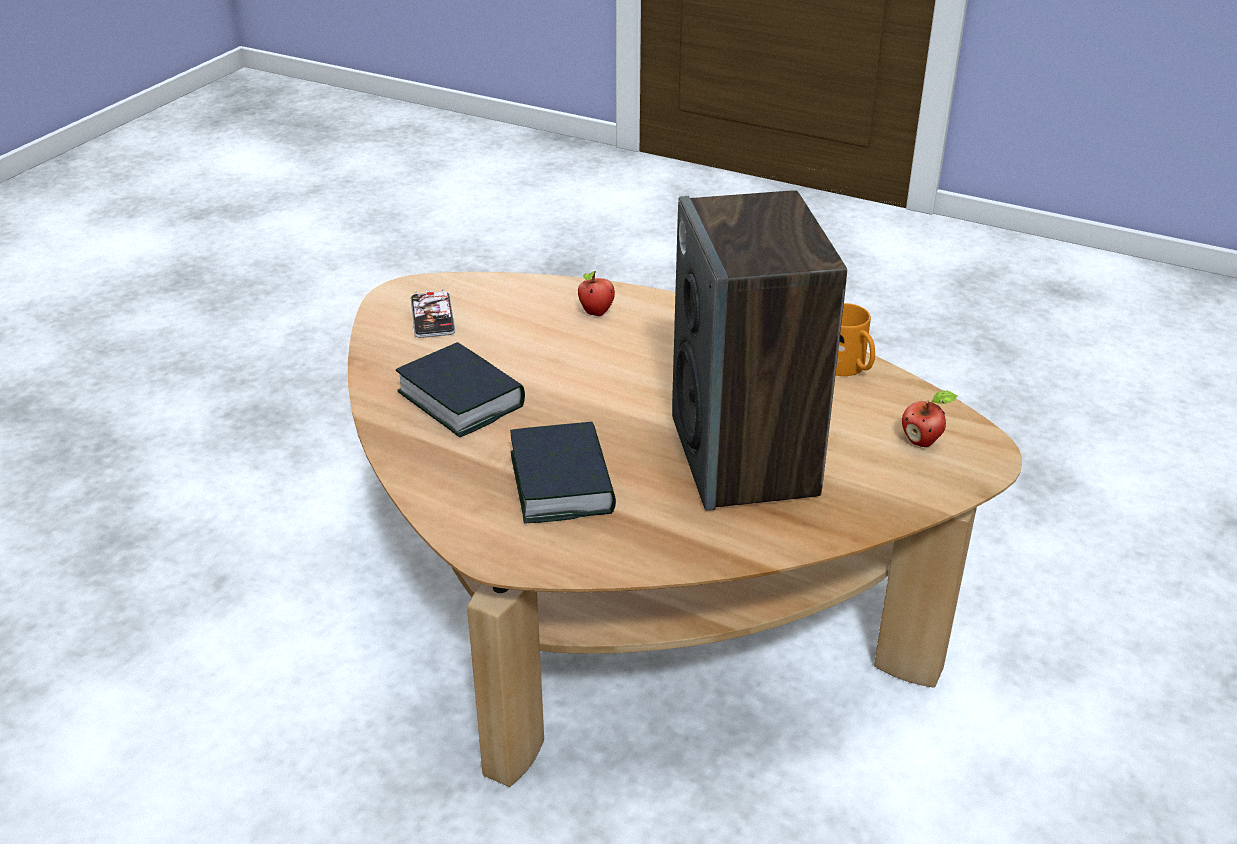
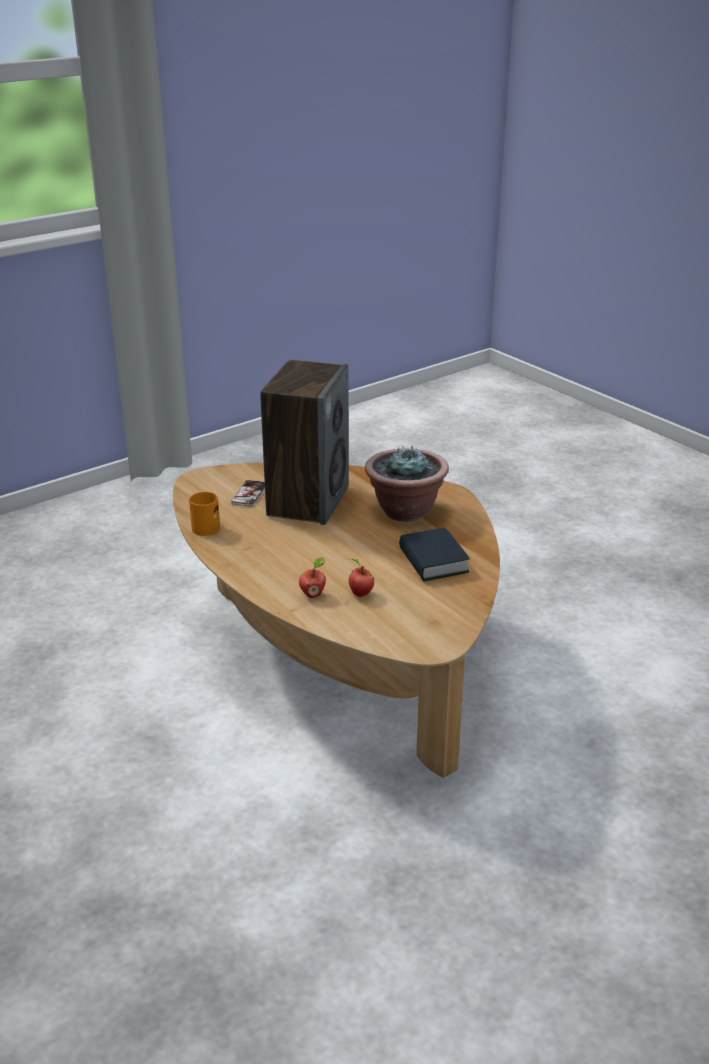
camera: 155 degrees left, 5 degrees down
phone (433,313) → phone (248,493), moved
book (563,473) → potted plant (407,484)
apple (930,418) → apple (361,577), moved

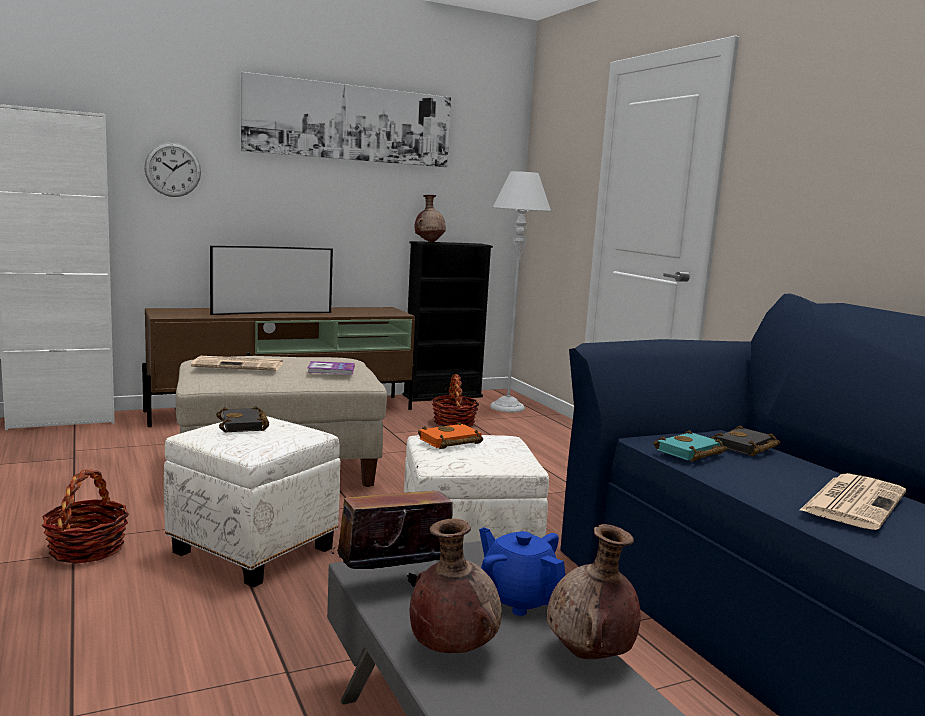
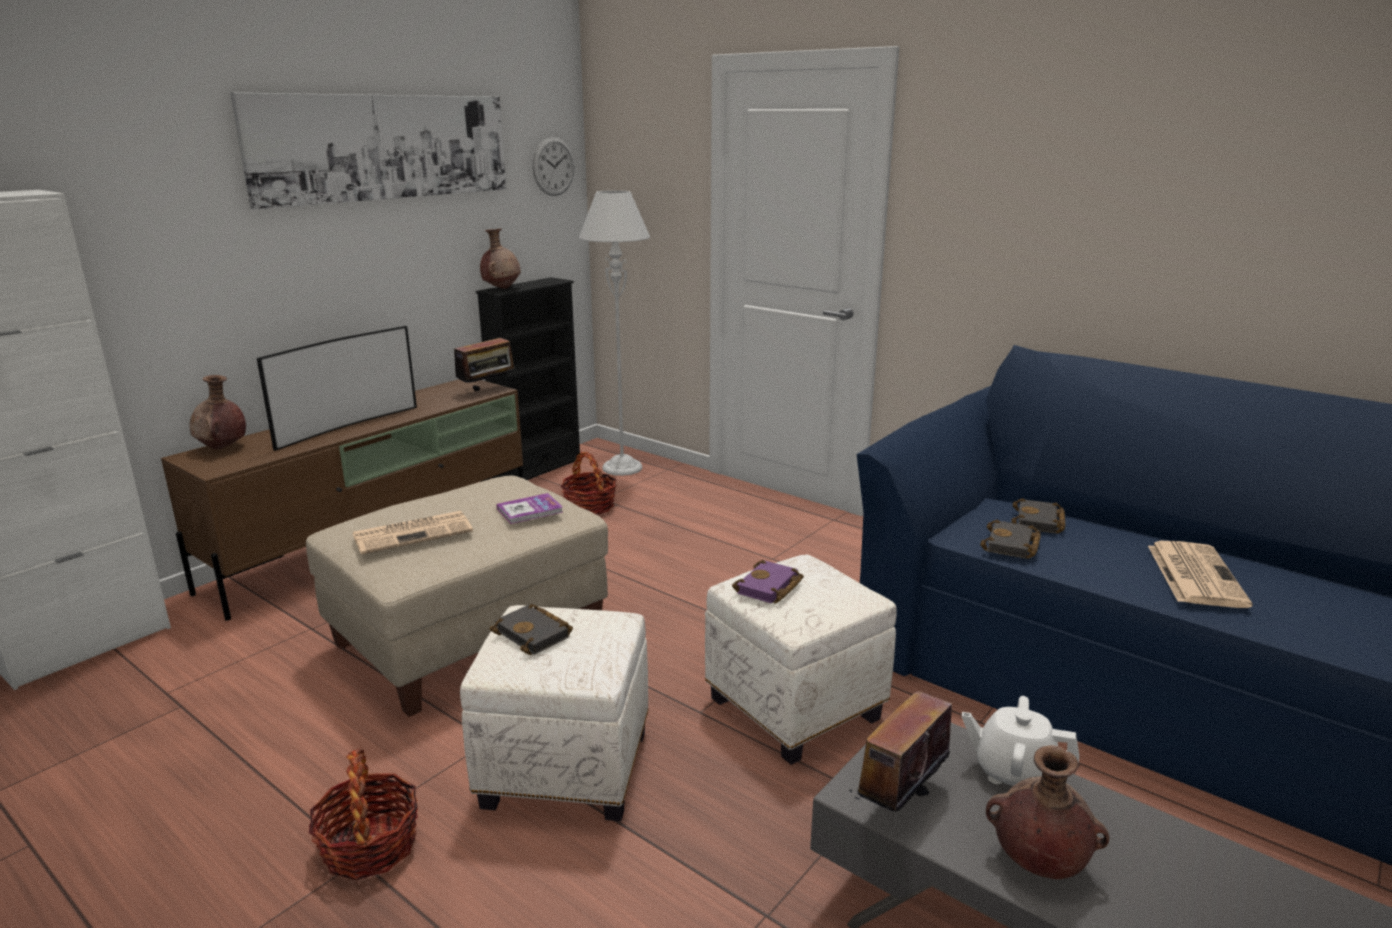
camera: 25 degrees left, 10 degrees up
wall clock (172,169) → wall clock (553,166), moved
orange book (450,435) → purple book (768,581)
blue teapot (522,571) → white teapot (1020,741)
brown vase (594,591) → brown vase (218,412), moved
turquoise book (690,446) → black book (1010,539)
- → radio (486,362)

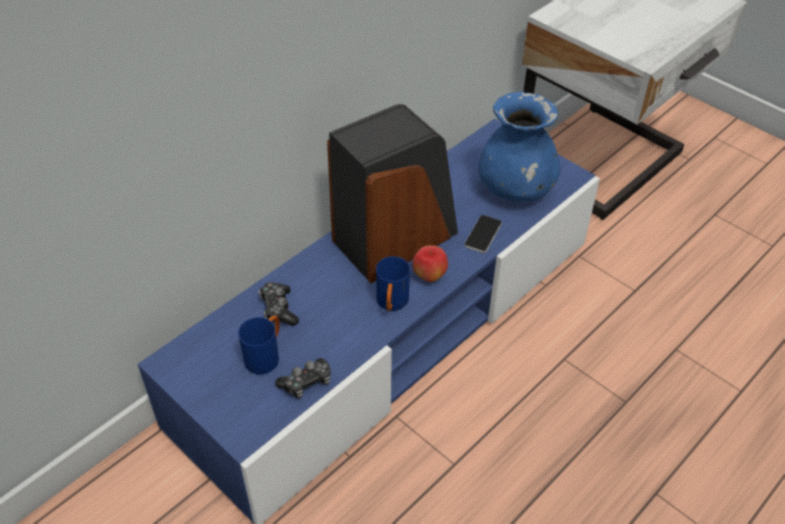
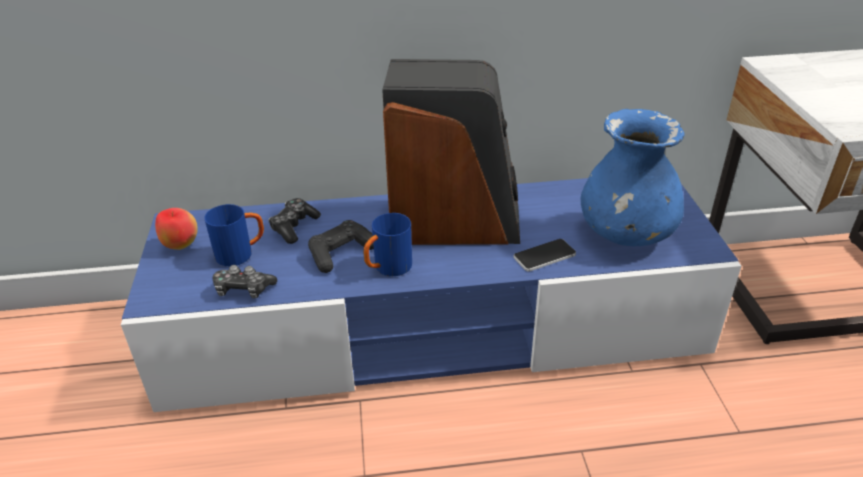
camera: 40 degrees right, 10 degrees down
apple (430,263) → apple (176,229), moved
- → black game controller (341,246)

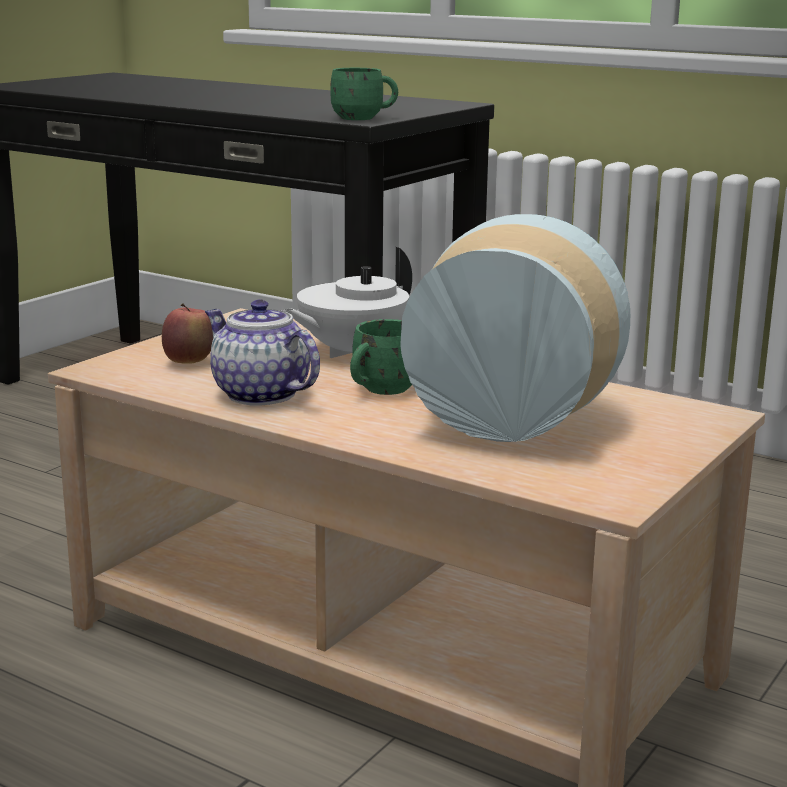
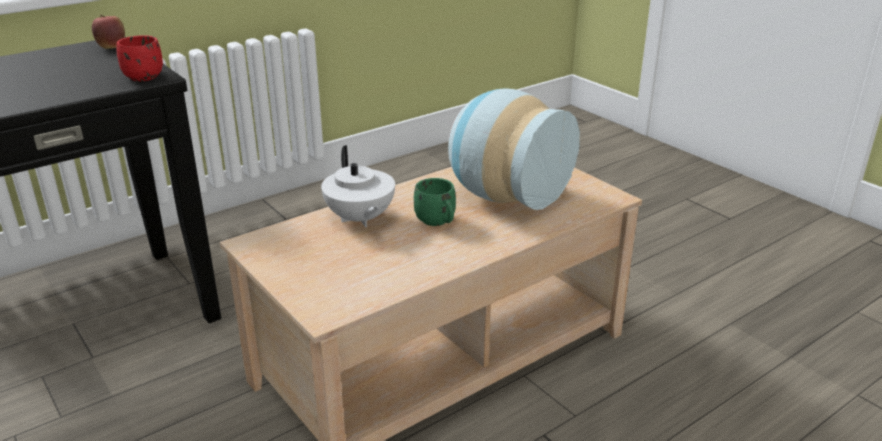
camera: 70 degrees left, 10 degrees up
apple (187,334) → apple (108,32), moved
teapot (262,352) → -
green mug (364,94) → red mug (139,58)

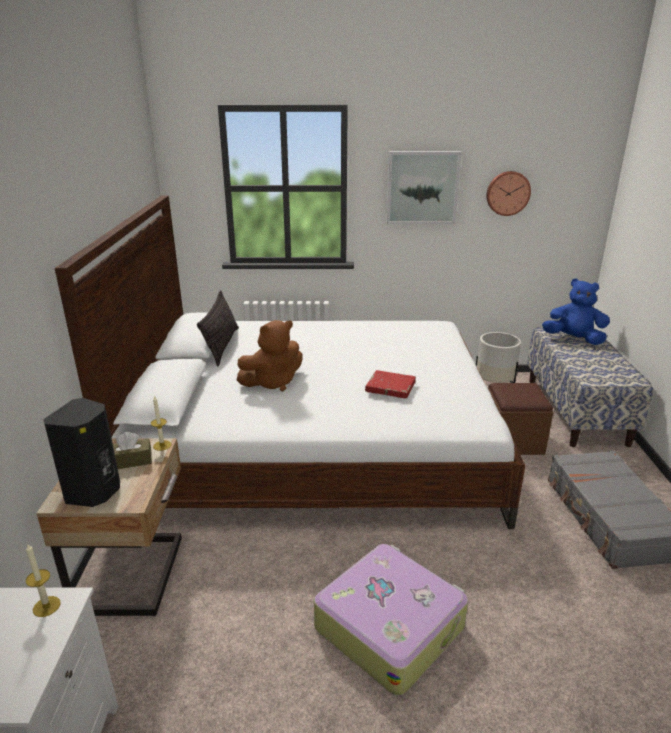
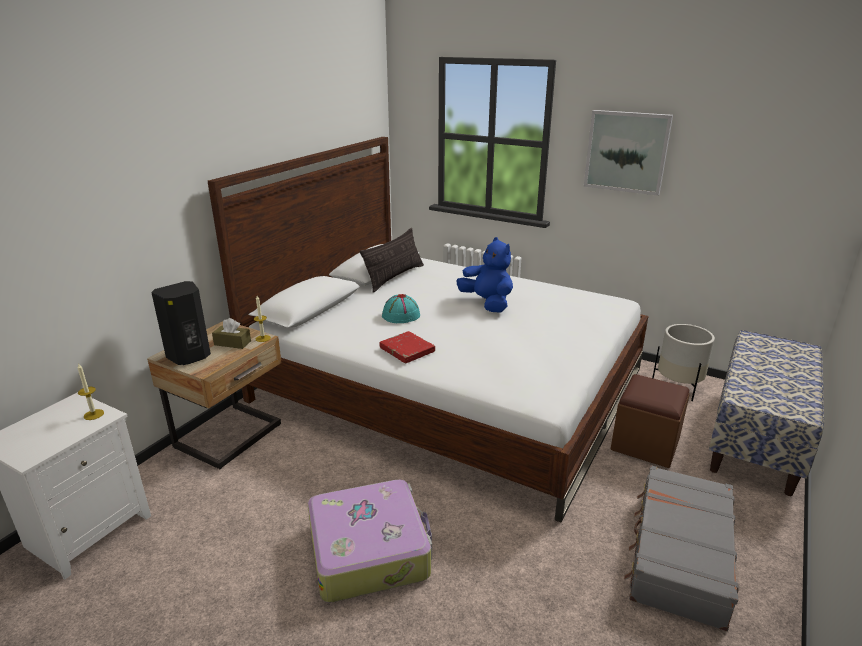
camera: 30 degrees right, 0 degrees up
brown plush toy (269,355) → turquoise hat (401,308)
red book (390,384) → red book (407,347), moved
wall clock (508,193) → -
blue plush toy (576,311) → blue plush toy (484,275), moved

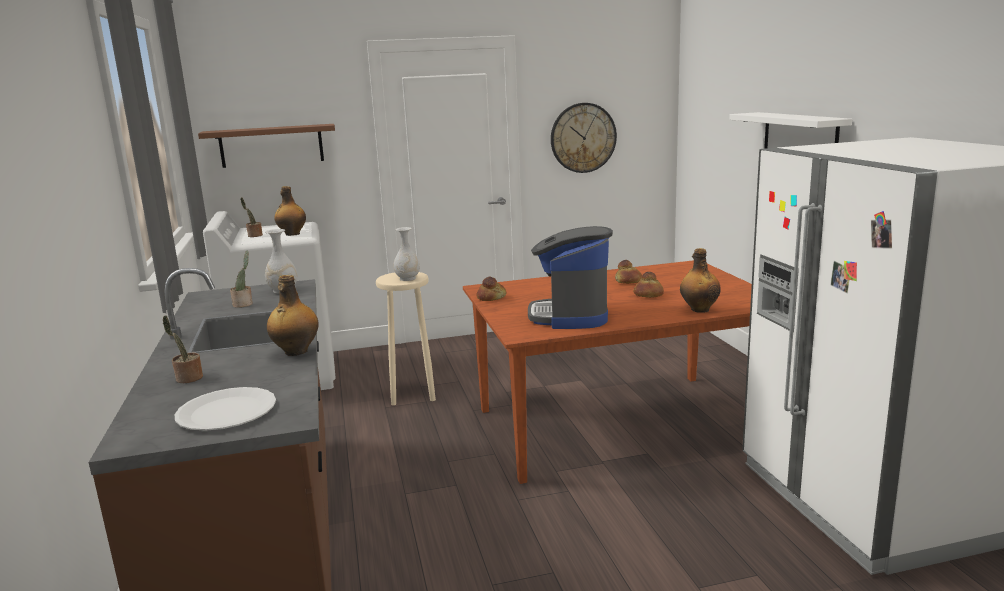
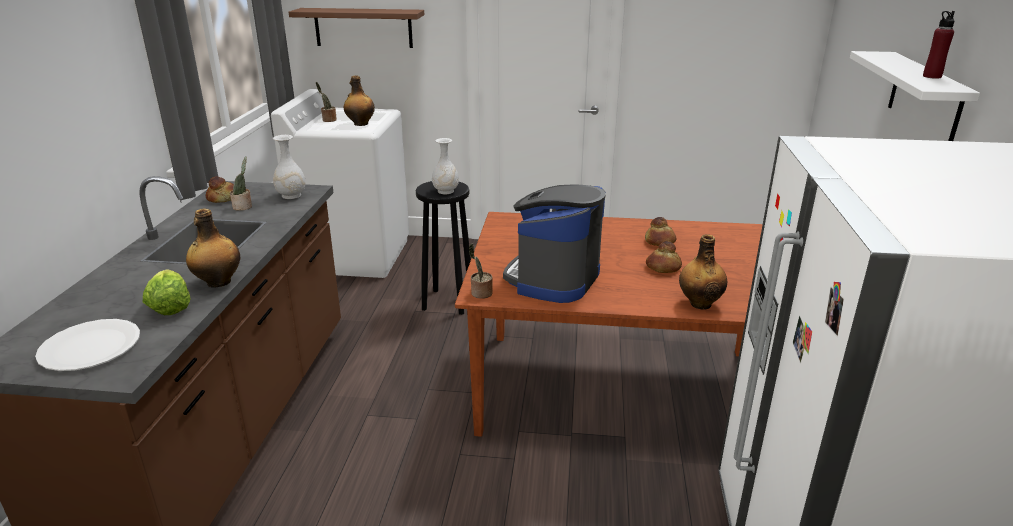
camera: 20 degrees right, 10 degrees up
potted plant (183,349) → potted plant (481,271), moved
beige stool (406,338) → black stool (443,248)
bread (491,289) → bread (220,189), moved
wall clock (584,138) → -
- → lettuce (167,292)
- → red bottle (939,45)

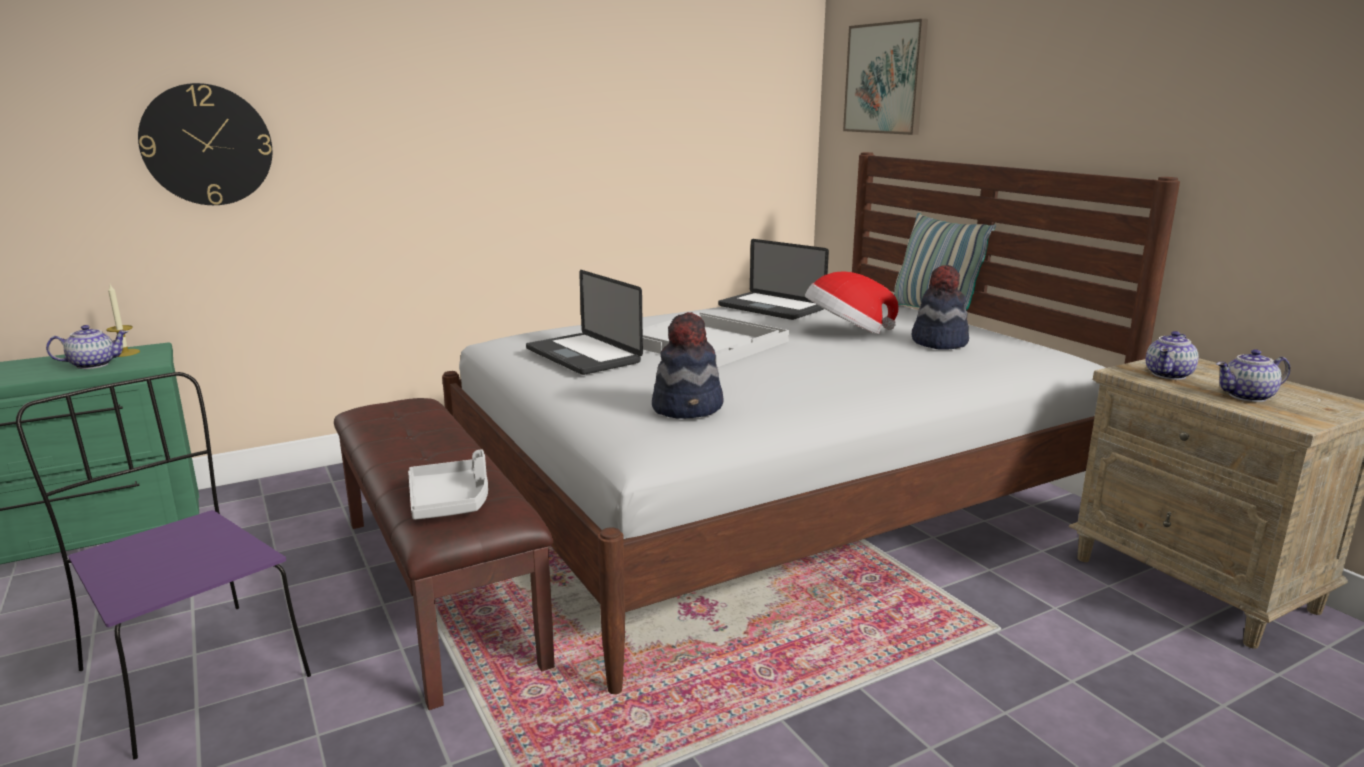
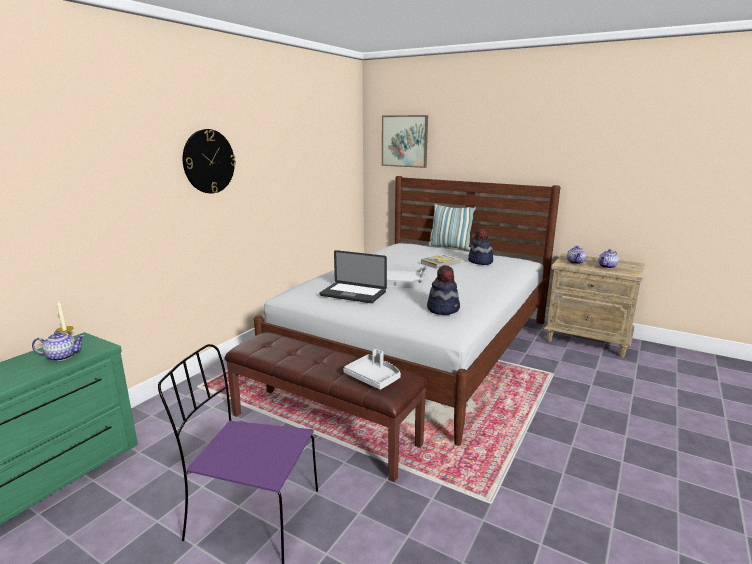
camera: 30 degrees left, 0 degrees up
teapot (87,347) → teapot (58,346), 45 degrees clockwise
wall clock (205,144) → wall clock (209,161), moved
laptop (773,279) → -
hat (852,302) → book (441,261)

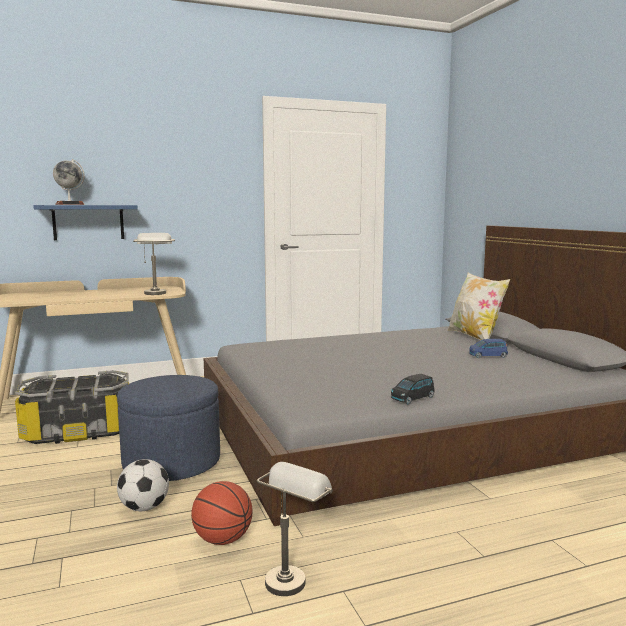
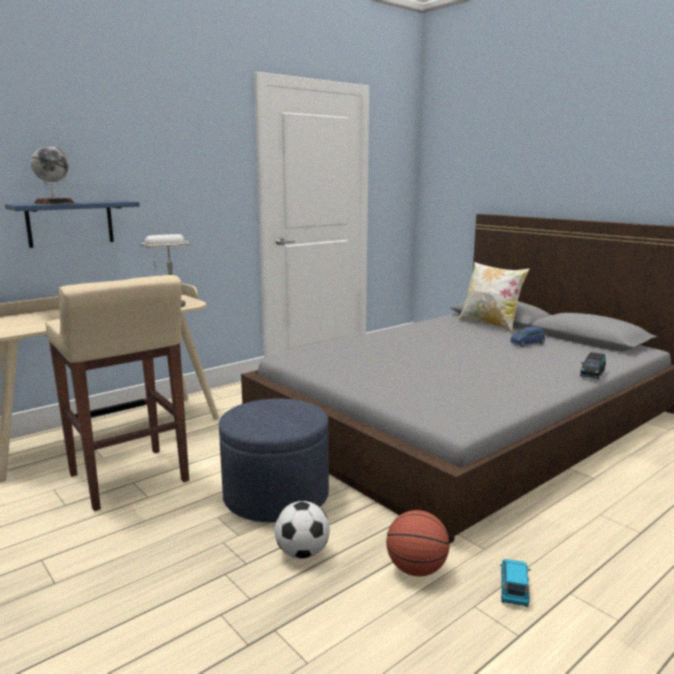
camera: 20 degrees left, 5 degrees up
storage box (72,407) → beige stool (117,393)
grey table lamp (295,529) → blue toy car (515,583)
black toy car (412,389) → black toy car (593,366), moved

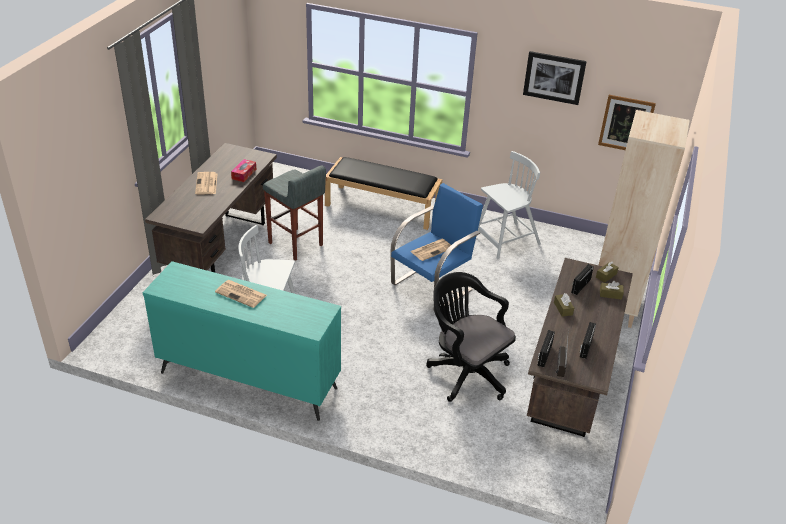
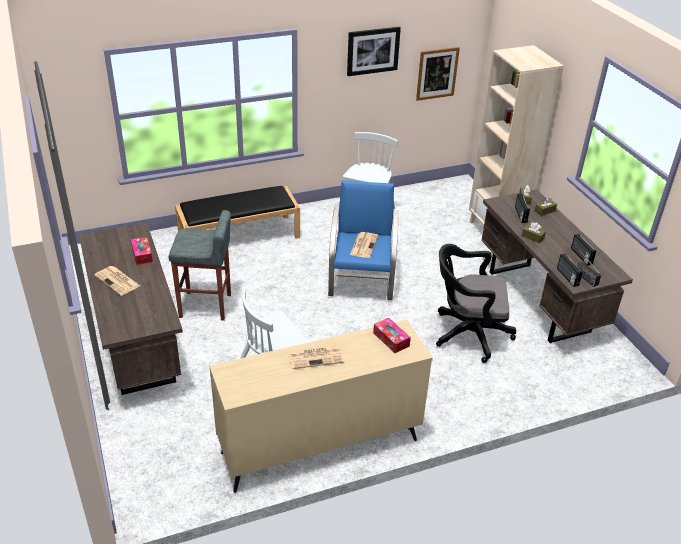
camera: 40 degrees left, 0 degrees up
turquoise dresser (242,341) → beige dresser (321,406)
- → tissue box (392,335)

